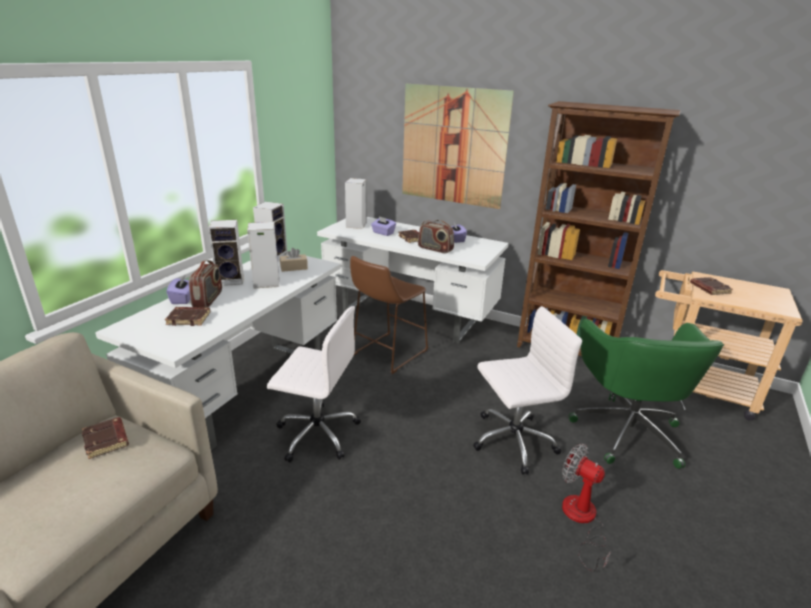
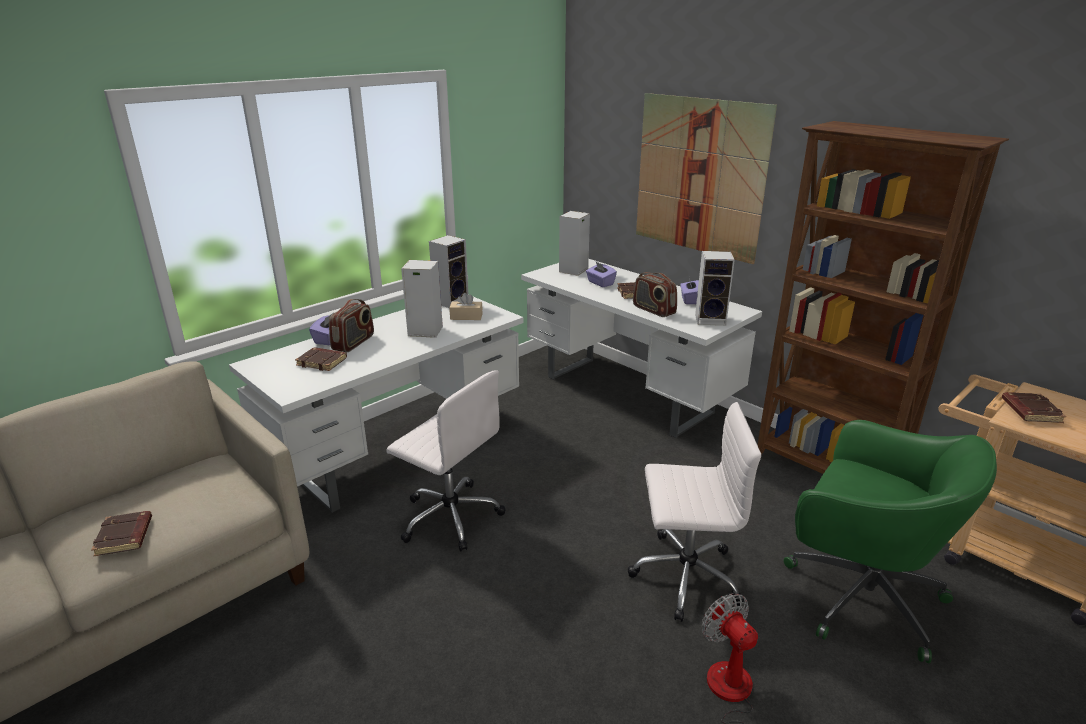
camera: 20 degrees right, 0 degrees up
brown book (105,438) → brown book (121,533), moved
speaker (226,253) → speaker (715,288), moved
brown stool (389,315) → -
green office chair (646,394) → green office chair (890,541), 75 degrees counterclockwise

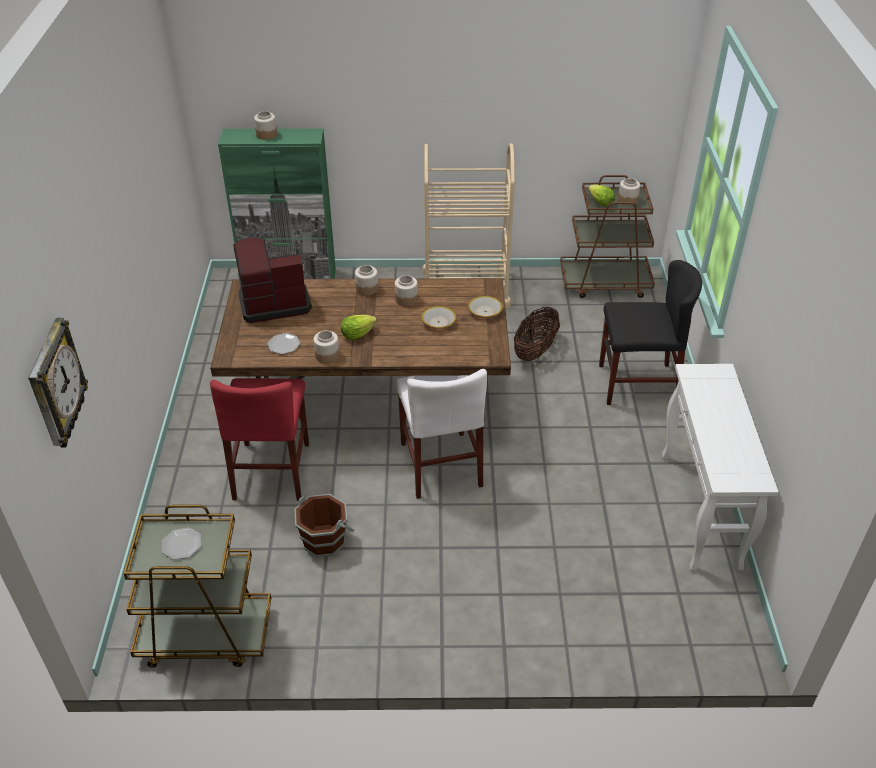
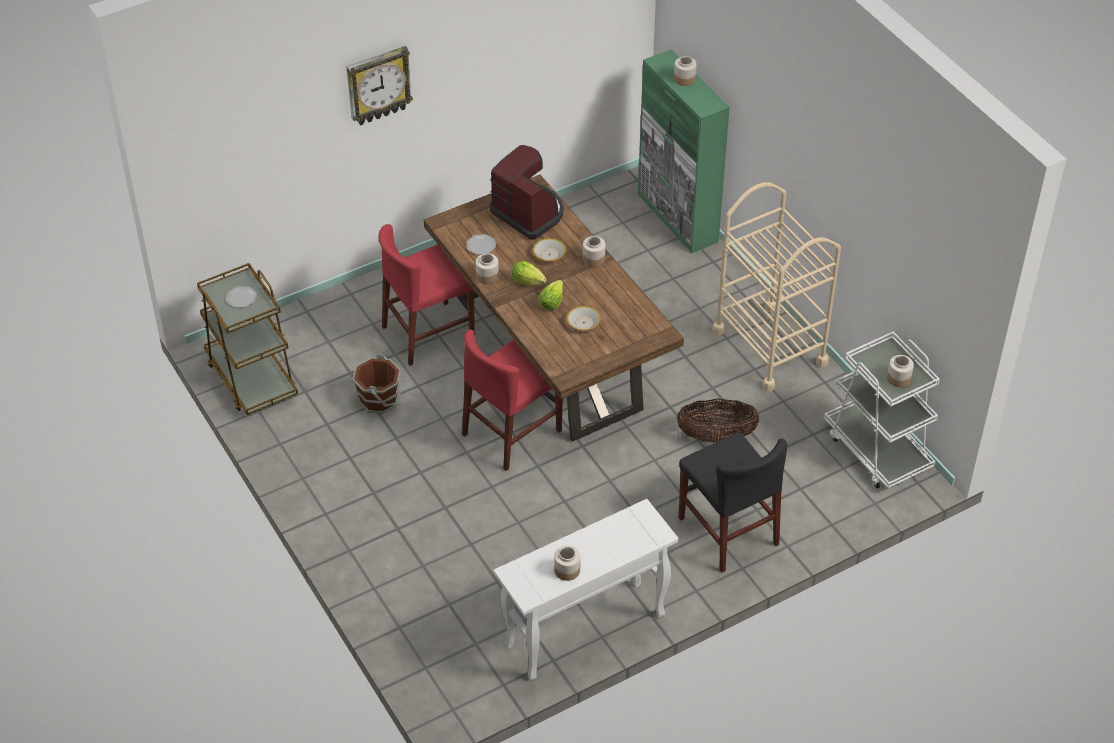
camera: 60 degrees right, 5 degrees up
wall clock (58,383) → wall clock (380,85), moved
jar (406,290) → jar (567,563), moved
white chair (441,434) → red chair (512,400)
bowl (485,307) → bowl (549,250), moved
brown cart (607,236) → white cart (882,410)
lettuce (601,195) → lettuce (550,295), moved

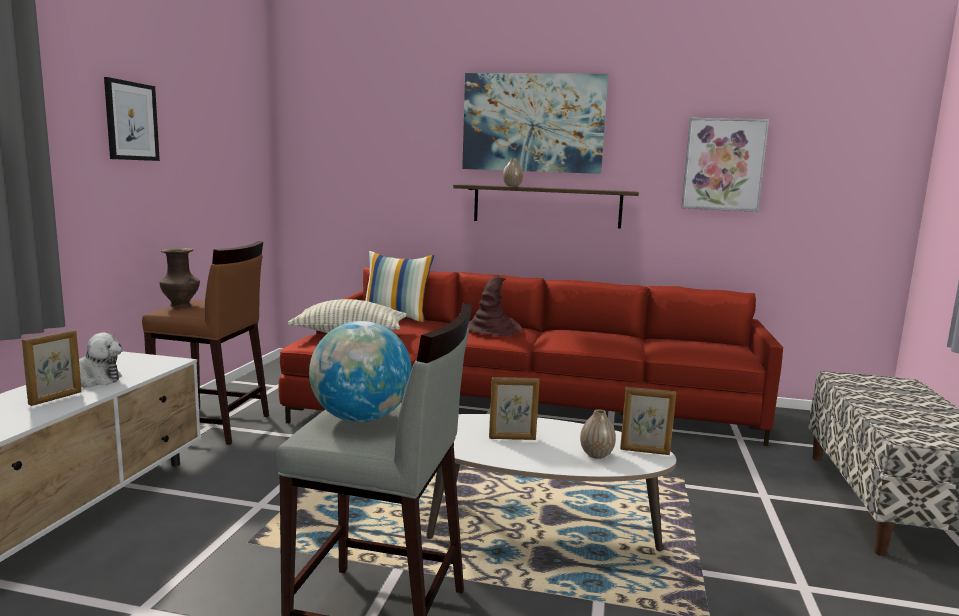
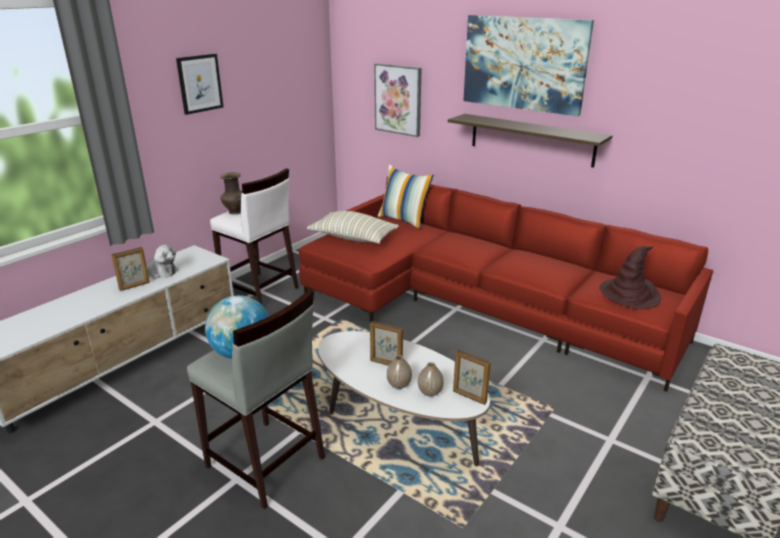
camera: 25 degrees right, 15 degrees up
brown stool (205,343) → white stool (254,236)
brown hat (495,306) → brown hat (630,277), moved
vase (513,173) → vase (399,372), moved
picture (725,165) → picture (398,100), moved

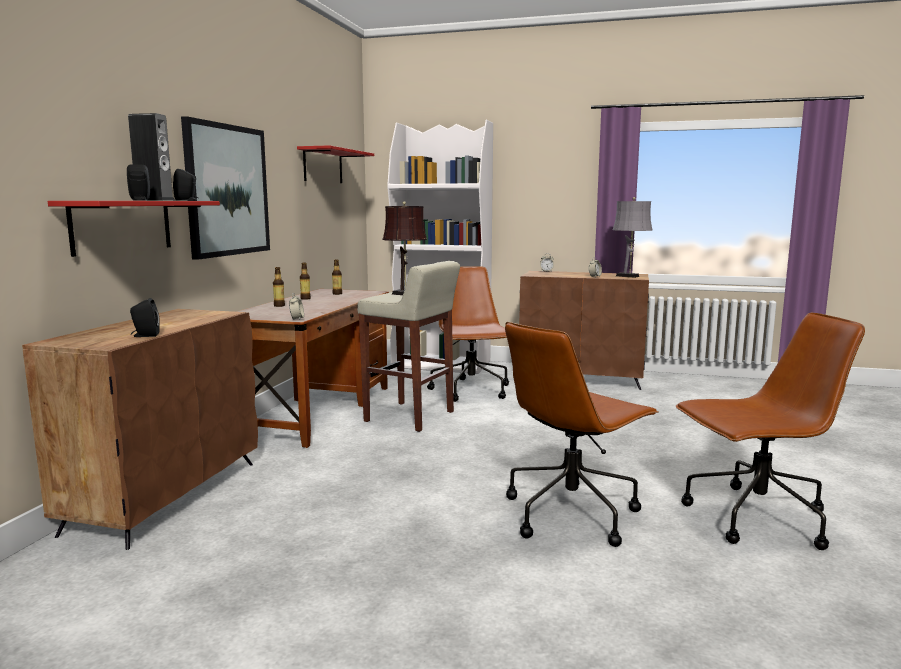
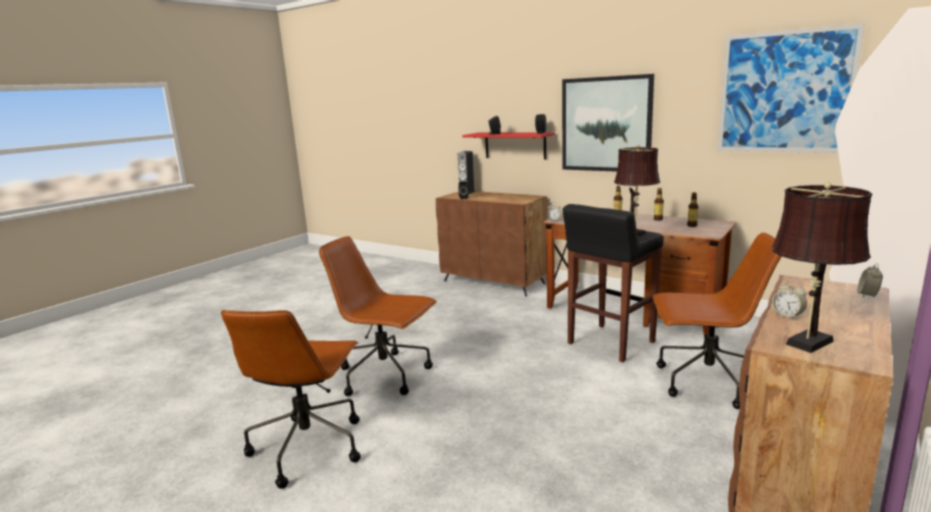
camera: 110 degrees right, 5 degrees up
speaker (152,157) → speaker (467,172), moved
red shelf (335,164) → picture (791,88)
beige stool (408,346) → black stool (613,283)
brown office chair (581,434) → brown office chair (378,316), 45 degrees counterclockwise
grey table lamp (632,237) → brown table lamp (822,267)

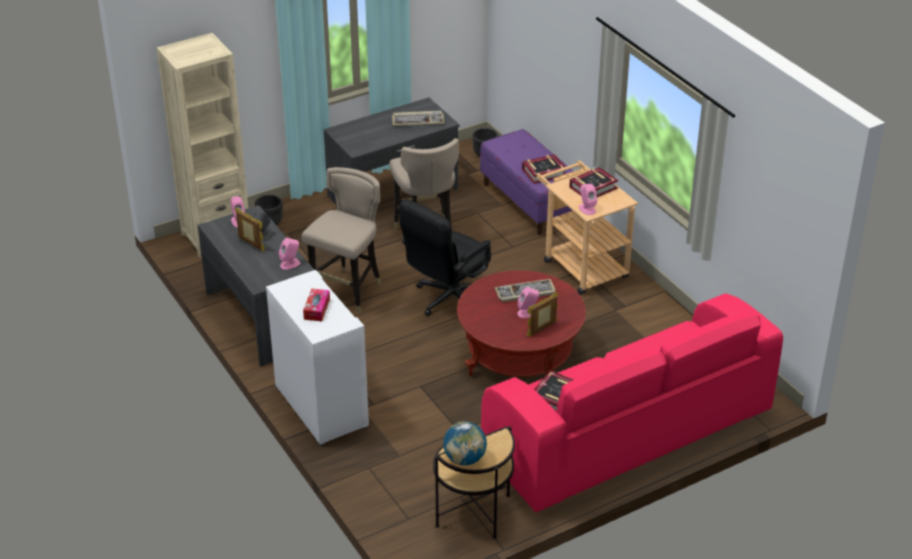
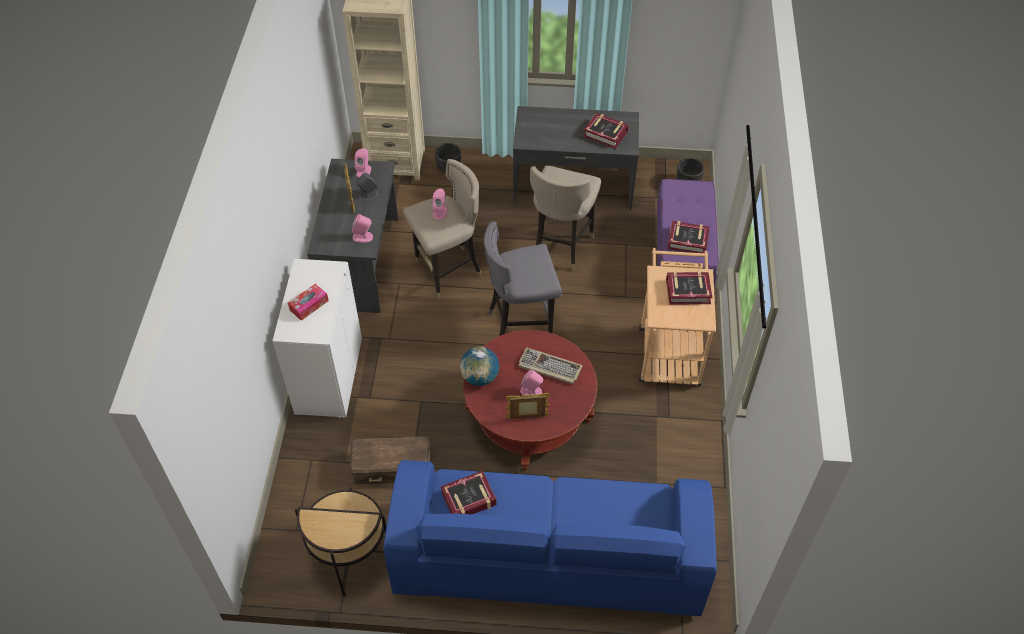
camera: 35 degrees right, 15 degrees up
keyboard (418,118) → book (606,131)
black office chair (445,257) → grey stool (523,278)
globe (465,443) → globe (479,366), moved
pink sofa (632,402) → blue sofa (550,538)
pink speaker (588,199) → pink speaker (440,204), moved
- → brown storage box (390,460)

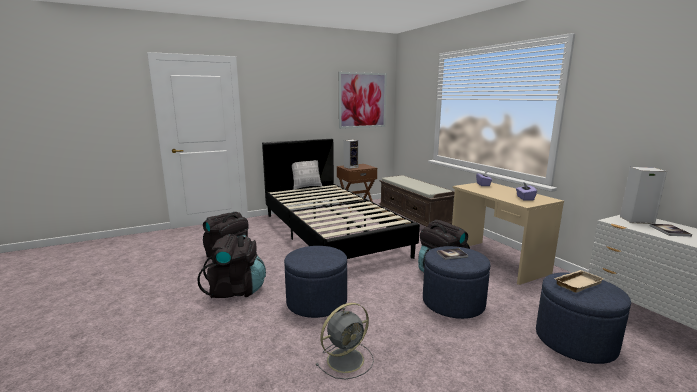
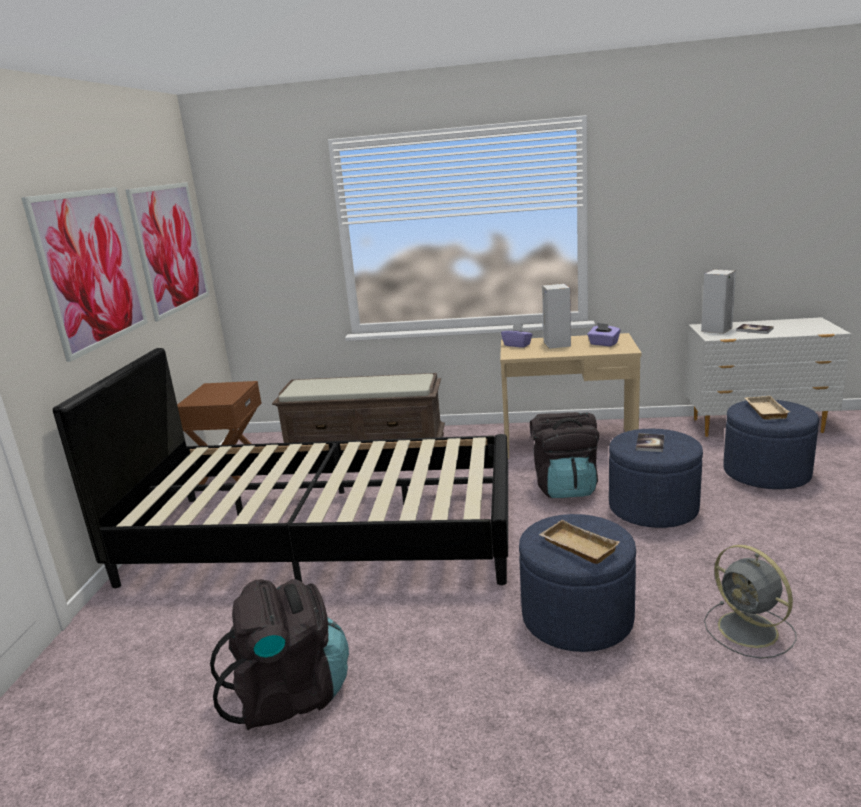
camera: 55 degrees left, 5 degrees up
black backpack (232,266) → -
pillow (307,175) → -
grey fan (344,341) → grey fan (750,602), 150 degrees clockwise
speaker (351,154) → speaker (556,316), moved
- → picture (84,274)
- → beige tray (579,542)

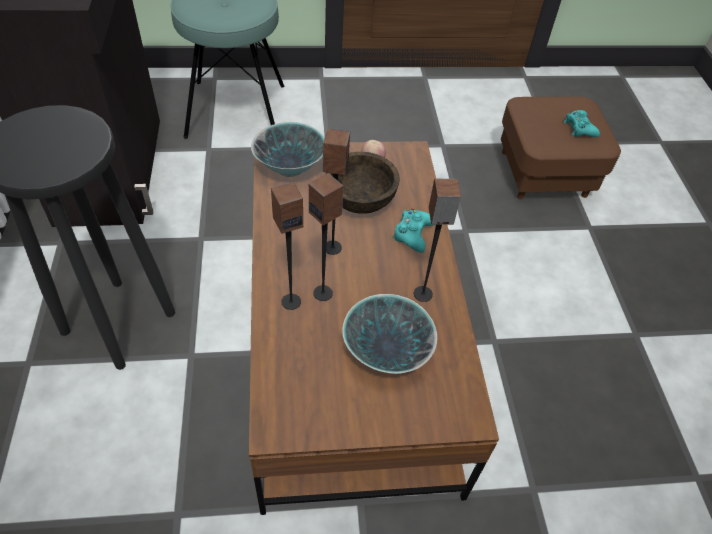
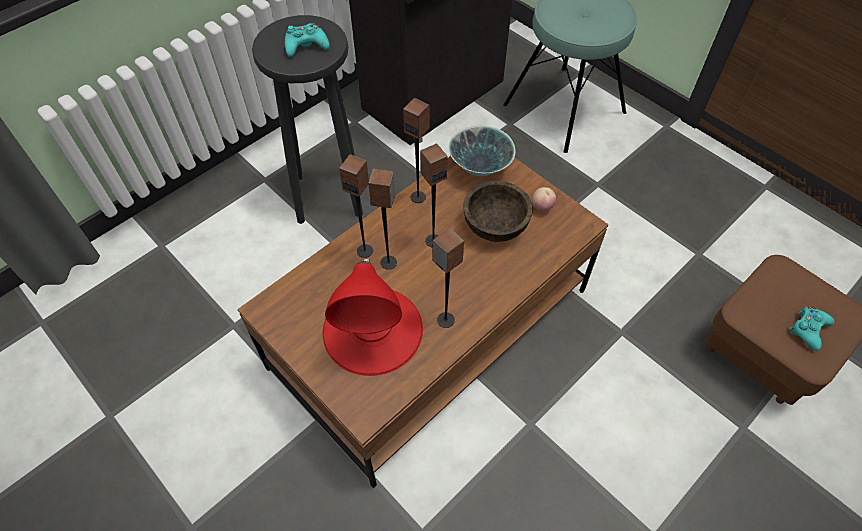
camera: 55 degrees right, 5 degrees up
bowl (389,334) → red table lamp (373,317)
turquoise game controller (413,230) → turquoise game controller (307,40), moved
- → speaker (416,150)

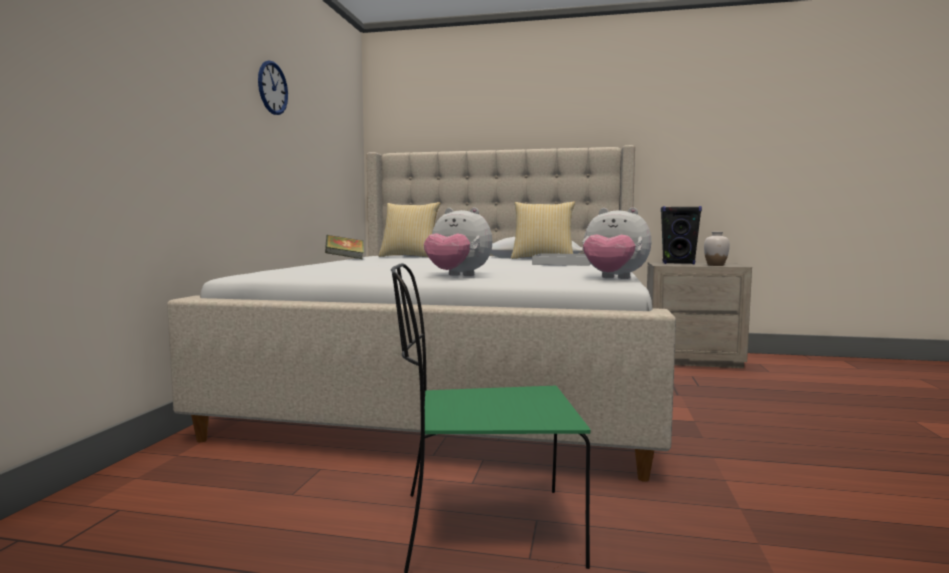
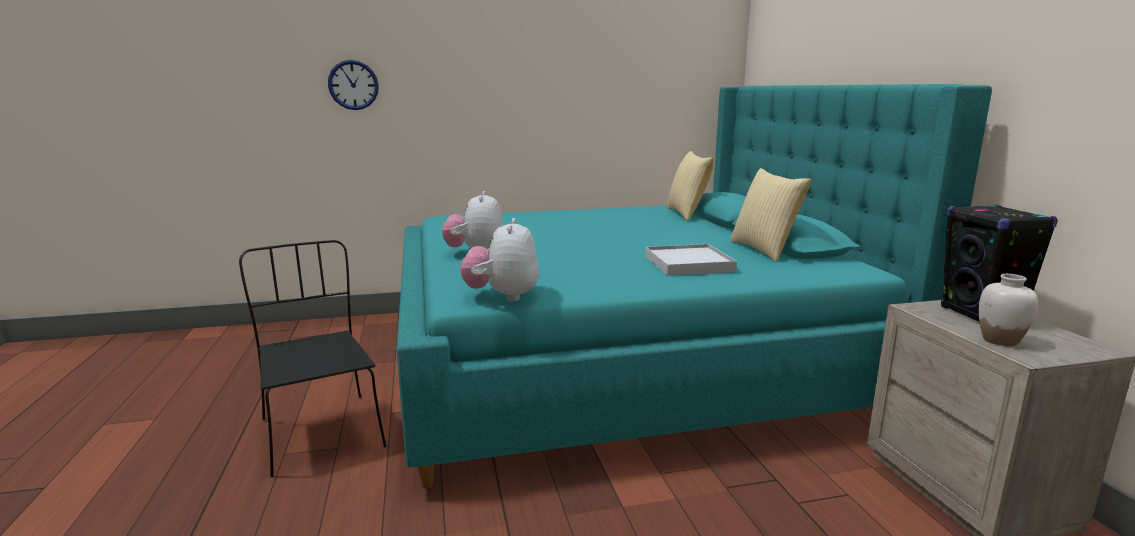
camera: 65 degrees right, 10 degrees up
beige bed (421,313) → turquoise bed (694,286)
wall clock (273,88) → wall clock (353,85), moved
book (344,247) → -
green chair (491,418) → black chair (312,358)

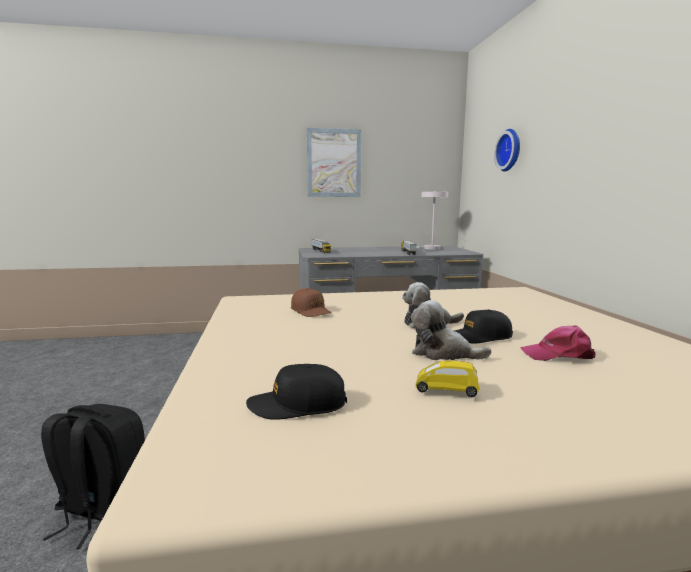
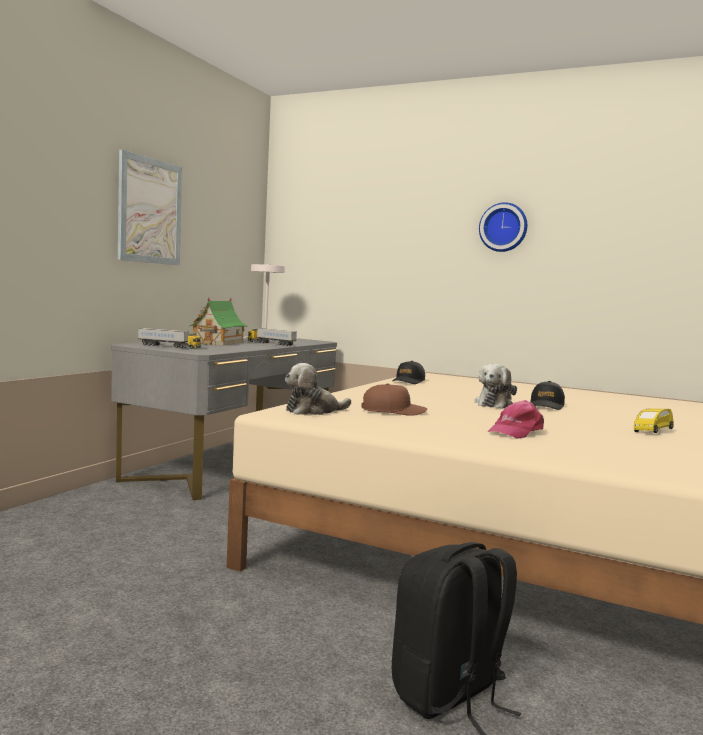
camera: 55 degrees left, 5 degrees down
black cap (296,392) → black cap (408,372), moved
plush toy (451,330) → plush toy (318,389), moved
wall clock (507,150) → wall clock (503,227), moved
pink cap (558,343) → pink cap (515,419), moved
- → toy house (218,321)

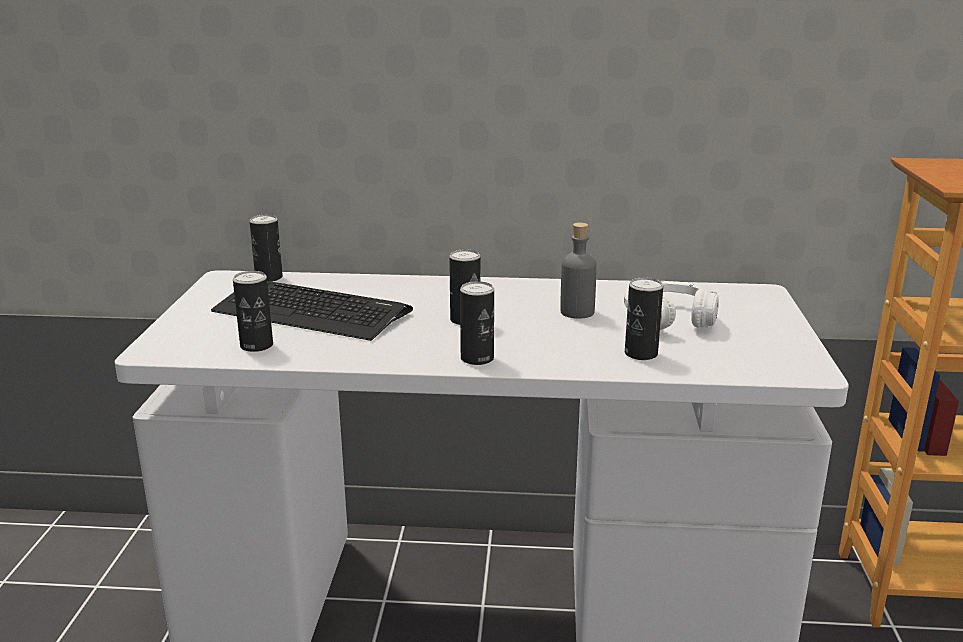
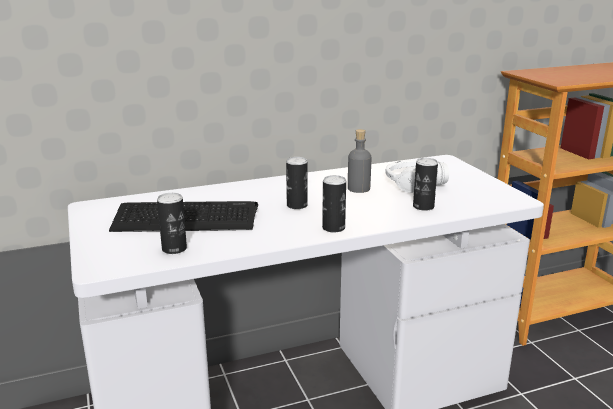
camera: 25 degrees left, 0 degrees up
can (266,248) → -

